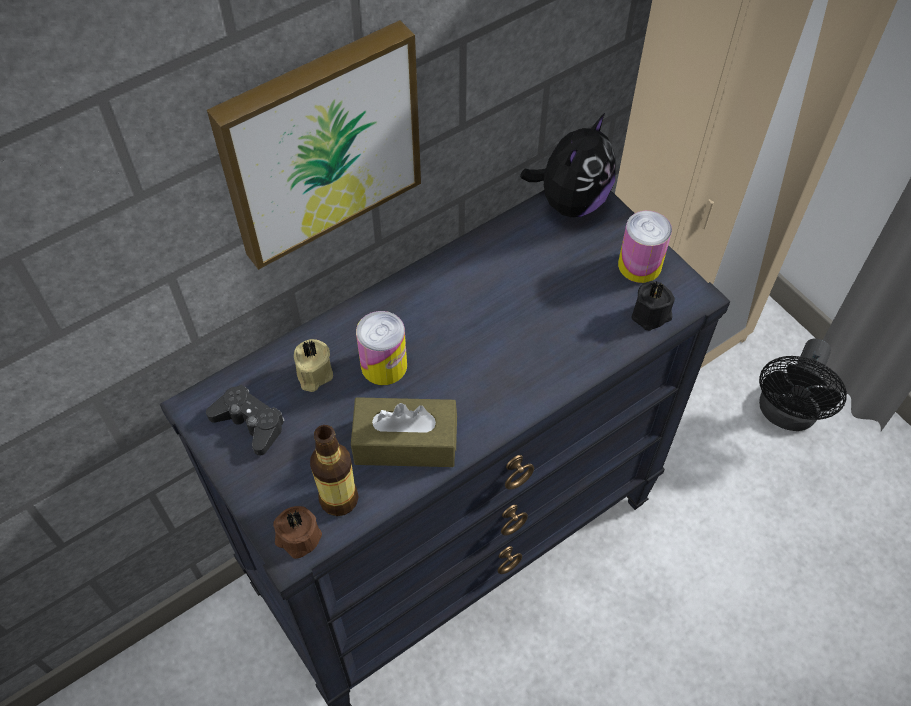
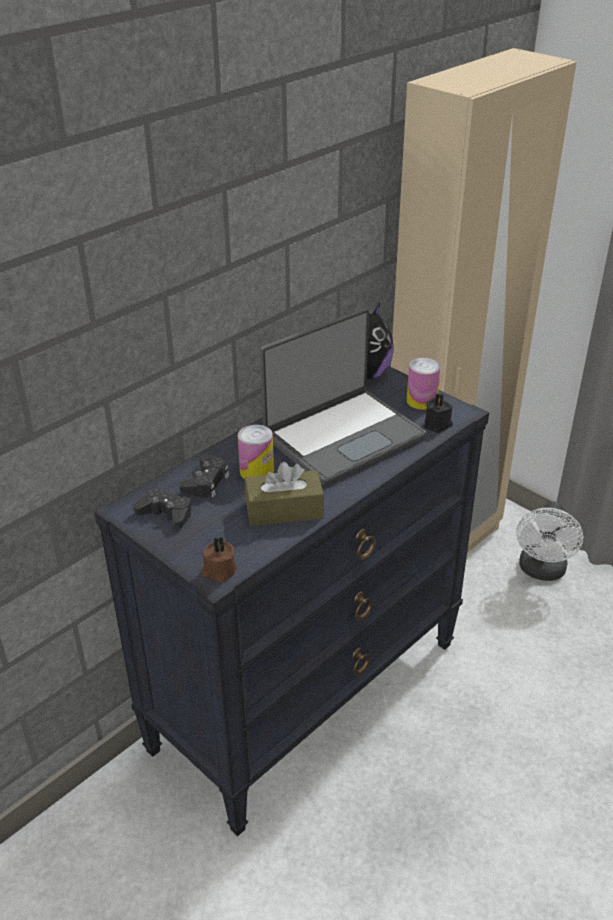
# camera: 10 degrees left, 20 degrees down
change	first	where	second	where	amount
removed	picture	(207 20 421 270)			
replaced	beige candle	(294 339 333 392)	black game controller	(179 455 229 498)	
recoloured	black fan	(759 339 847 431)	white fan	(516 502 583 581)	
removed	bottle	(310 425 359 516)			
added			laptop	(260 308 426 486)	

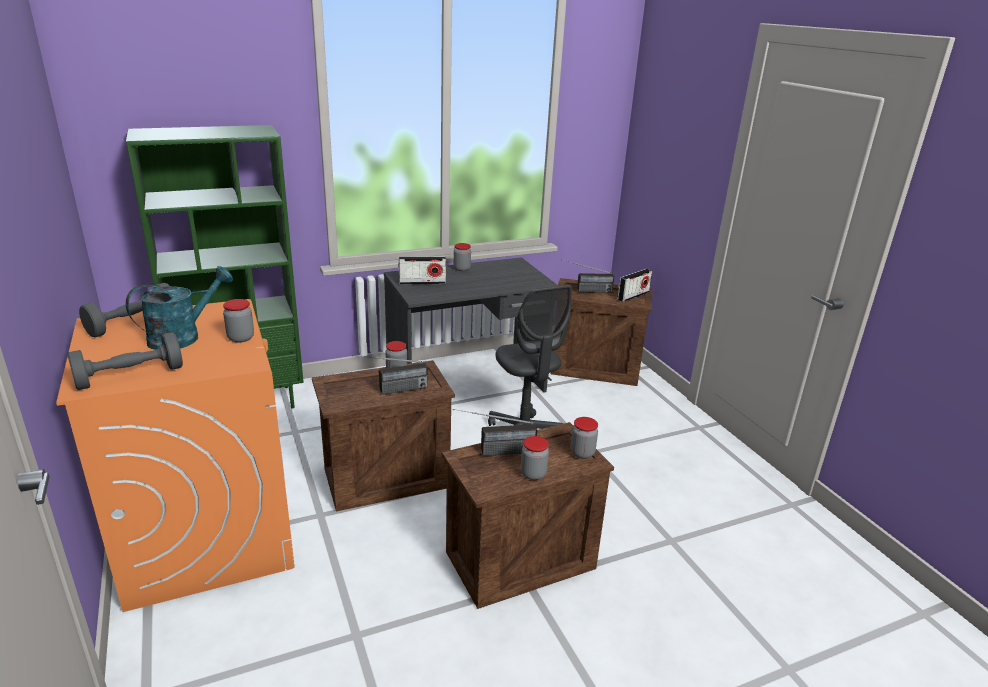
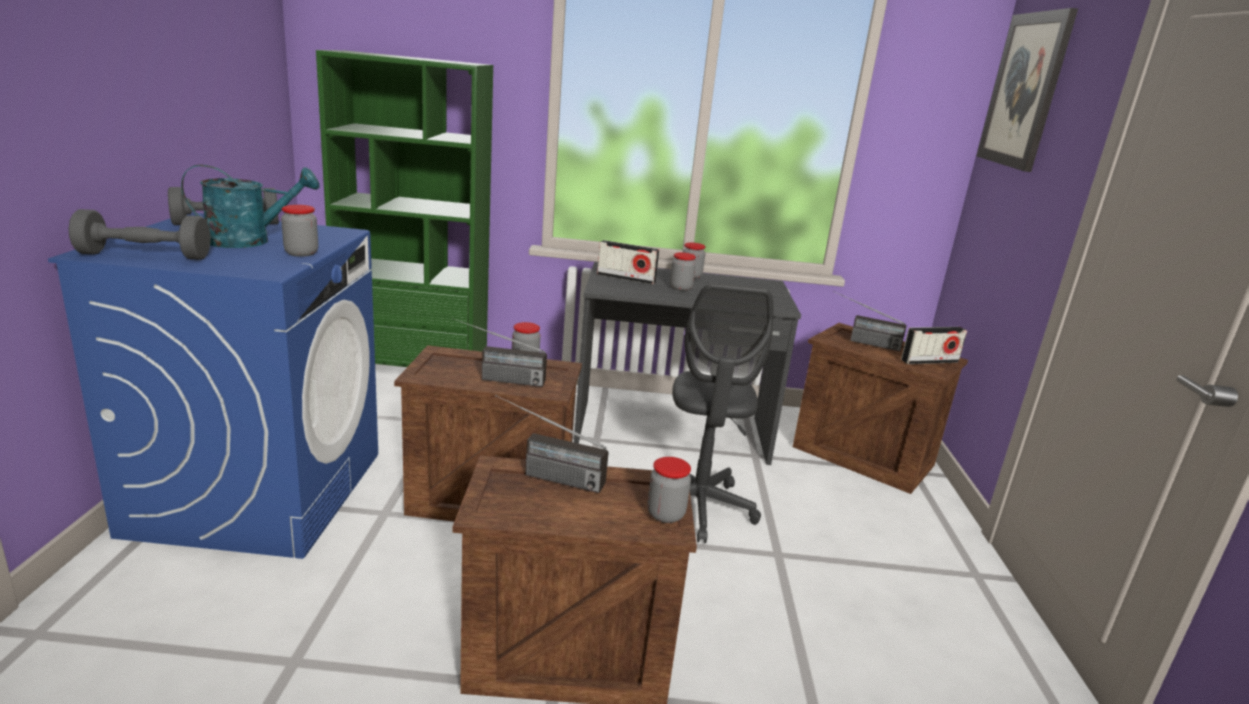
# camera: 25 degrees right, 5 degrees down
change	first	where	second	where	amount
recoloured	orange washing machine	(56 299 295 612)	blue washing machine	(48 212 378 559)	
moved	jar	(521 436 549 480)		(670 252 696 291)	
added			picture	(976 8 1078 172)	

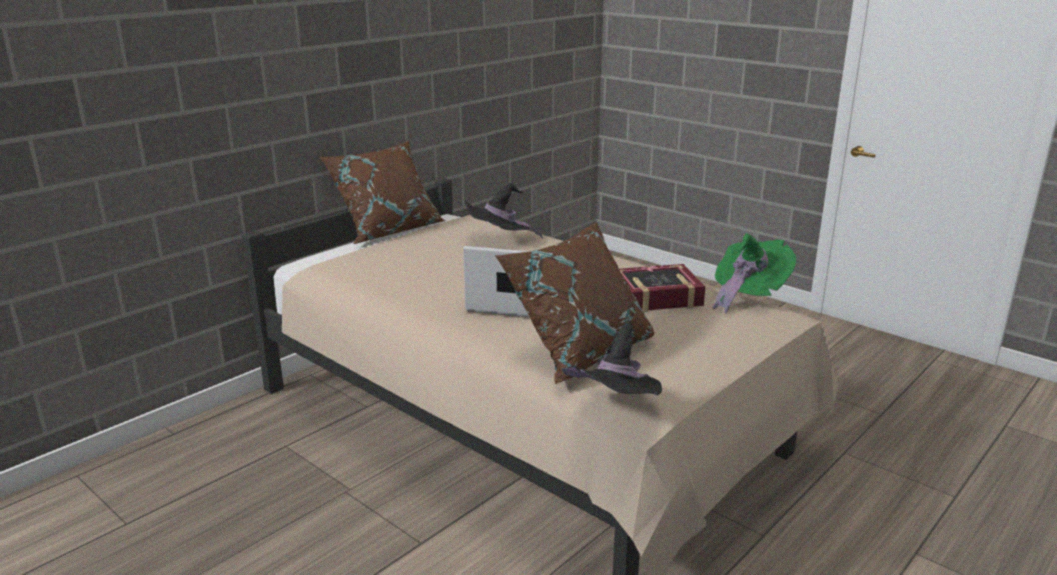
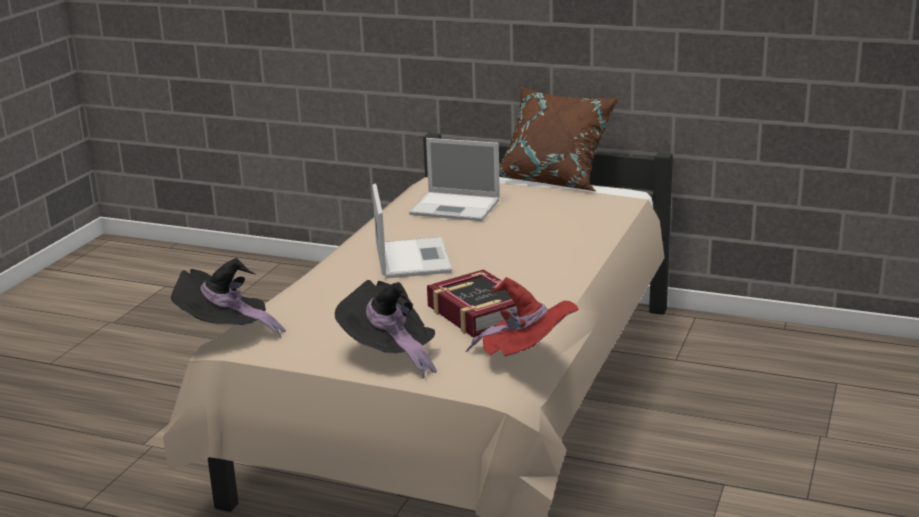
# camera: 70 degrees right, 0 degrees up
change	first	where	second	where	amount
moved	black hat	(463 182 543 239)		(335 280 437 378)	
removed	brown pillow	(495 222 655 384)			
recoloured	green hat	(712 233 796 314)	red hat	(465 277 579 356)	
added			laptop	(409 138 500 221)	

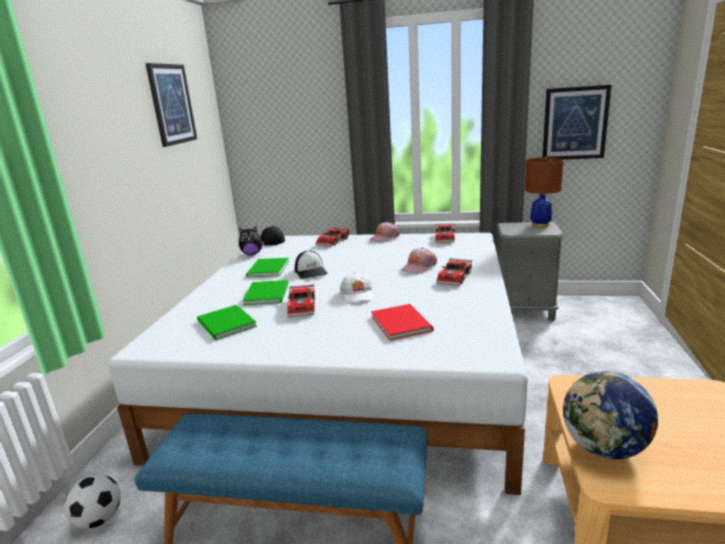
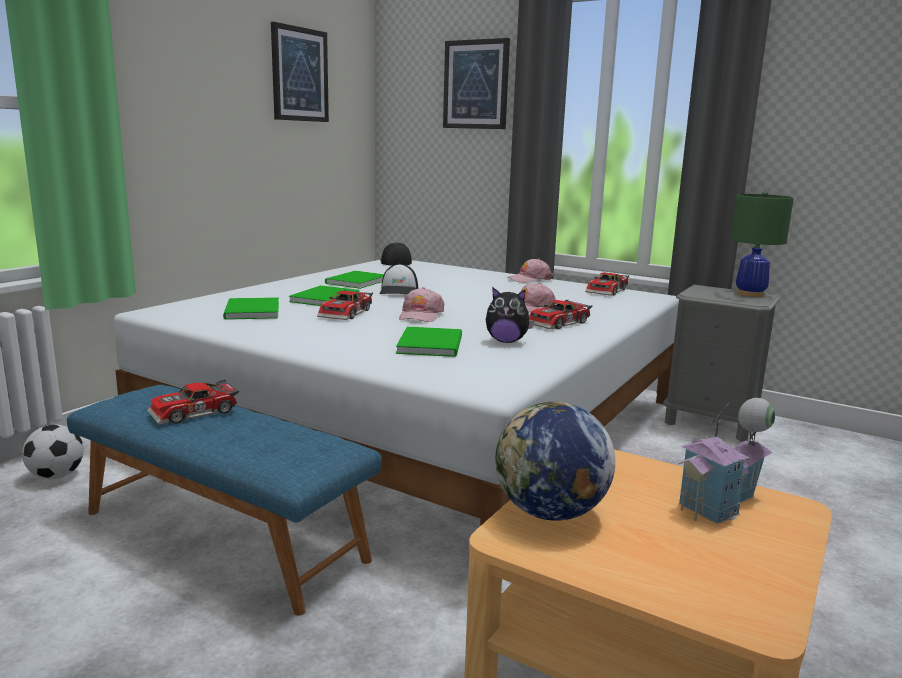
# camera: 20 degrees right, 5 degrees down
change	first	where	second	where	amount
moved	picture	(542 85 611 160)		(443 38 510 129)	
recoloured	brown table lamp	(525 157 564 227)	green table lamp	(731 191 794 297)	
moved	plush toy	(239 226 264 255)		(486 287 534 343)	
moved	toy car	(316 227 350 247)		(147 380 239 425)	
recoloured	white cap	(340 272 374 303)	pink cap	(399 287 444 322)	
recoloured	red book	(371 304 434 341)	green book	(396 327 462 357)	
added			toy house	(678 398 775 524)	

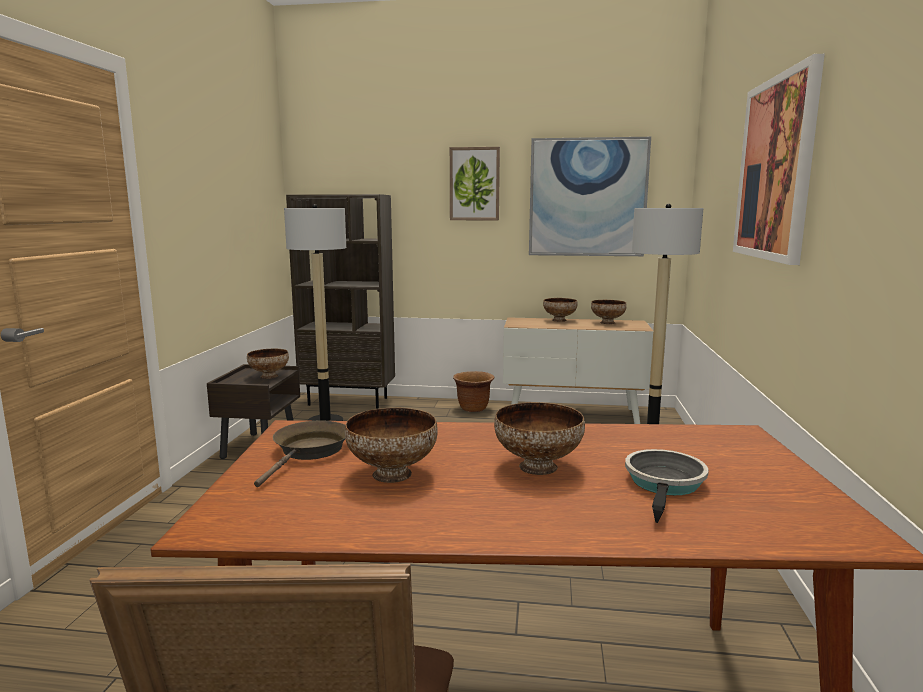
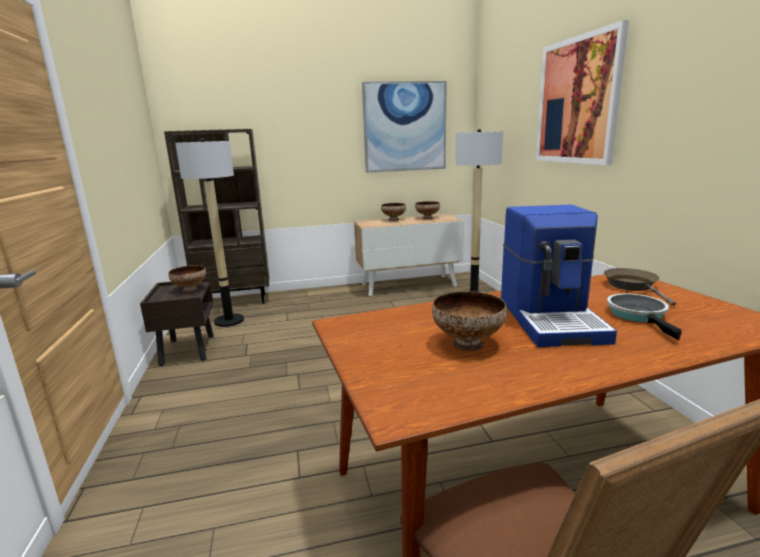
# camera: 20 degrees left, 5 degrees up
change	first	where	second	where	amount
removed	picture	(450 147 500 220)			
removed	brown planter	(453 371 494 412)			
replaced	bowl	(494 402 585 475)	coffee machine	(501 205 617 347)	
moved	brown frying pan	(254 421 345 487)		(604 268 676 306)	

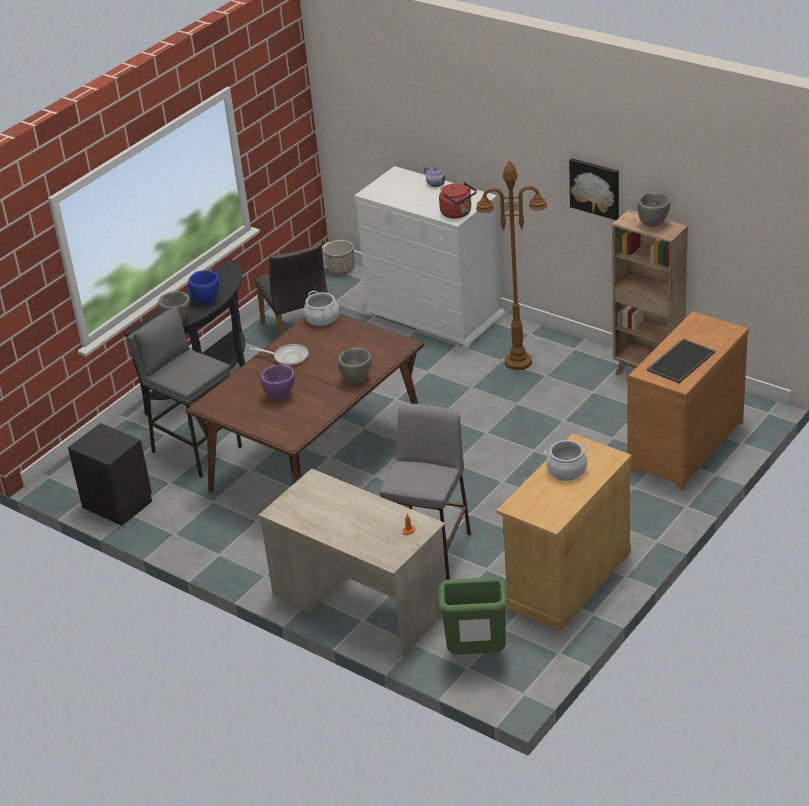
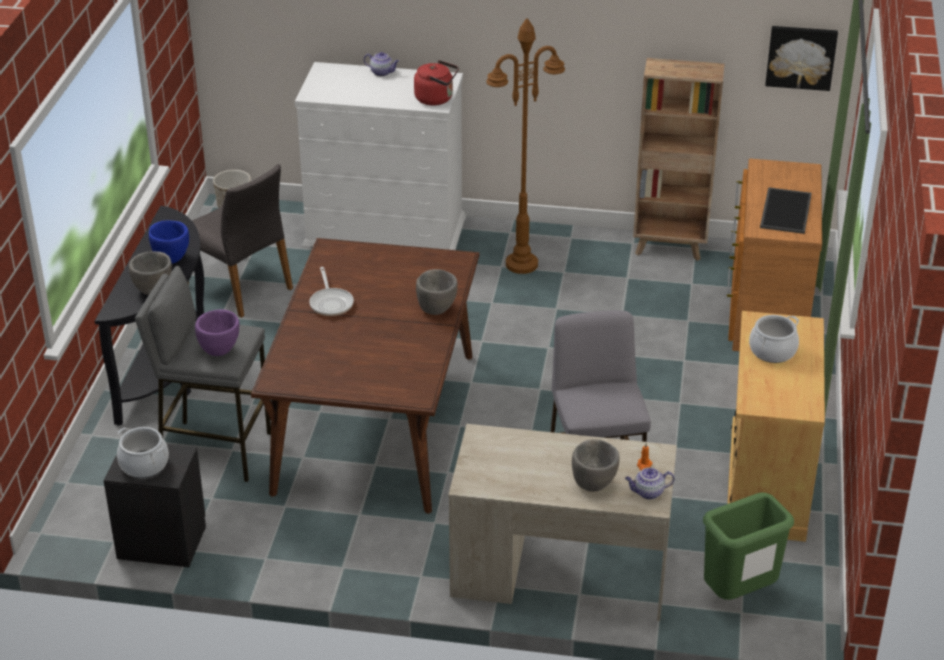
# camera: 30 degrees left, 0 degrees up
change	first	where	second	where	amount
moved	picture	(569 158 619 220)		(765 26 838 91)	
moved	grey bowl	(637 192 670 227)		(572 439 619 492)	
moved	cooking pot	(304 291 339 326)		(117 427 169 478)	
turned	frying pan	(250 344 308 366)		(309 267 354 316)	90 degrees clockwise
moved	purple bowl	(260 365 295 400)		(195 309 239 356)	
added			teapot	(625 467 675 500)	

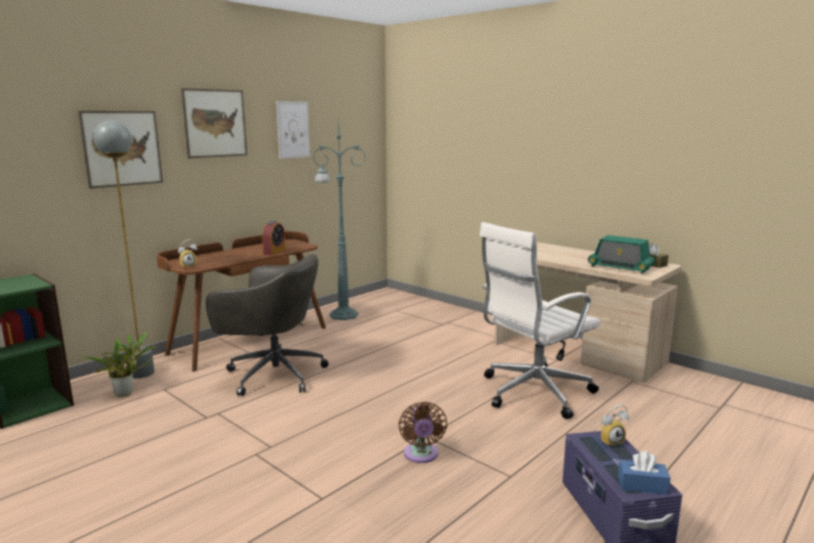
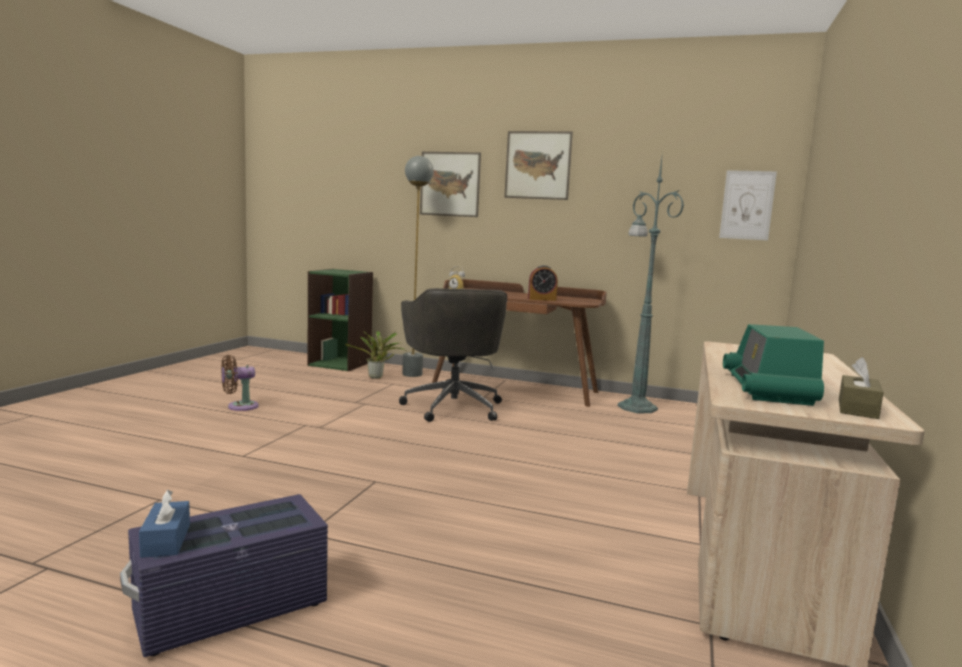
# camera: 65 degrees right, 5 degrees down
change	first	where	second	where	amount
moved	picture	(276 101 310 159)		(719 170 777 240)	
removed	white office chair	(480 222 601 419)			
moved	brown fan	(398 402 447 463)		(221 355 259 411)	
removed	alarm clock	(600 404 629 447)			

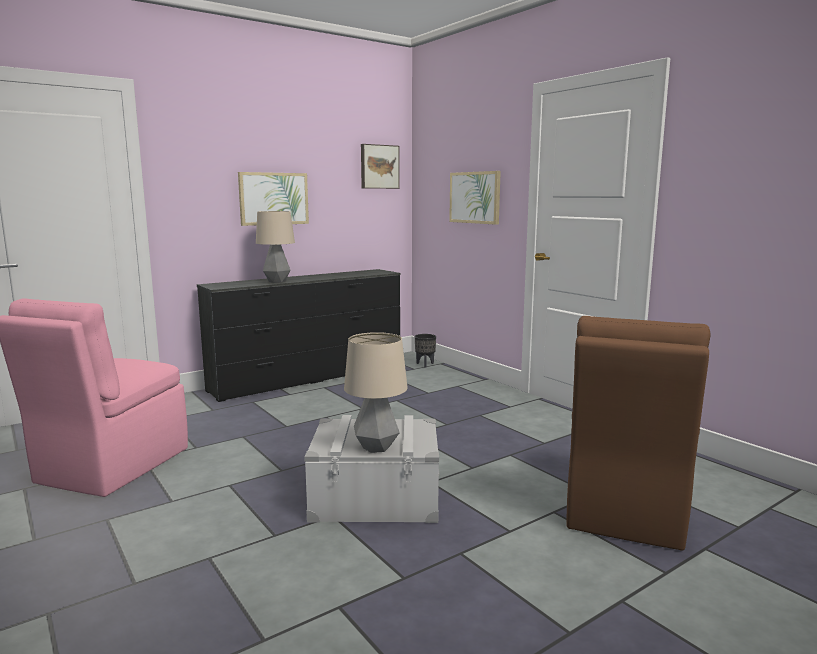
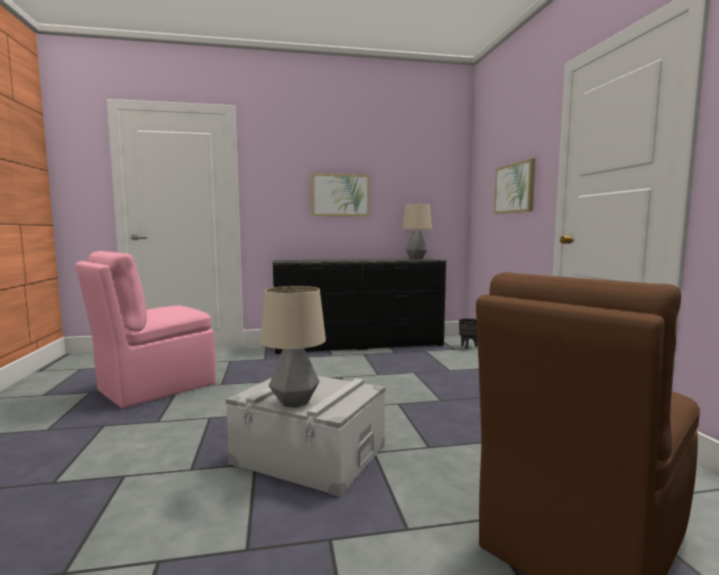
# camera: 25 degrees right, 5 degrees down
change	first	where	second	where	amount
removed	picture	(361 144 400 189)			
moved	table lamp	(256 211 295 283)		(402 204 432 259)	

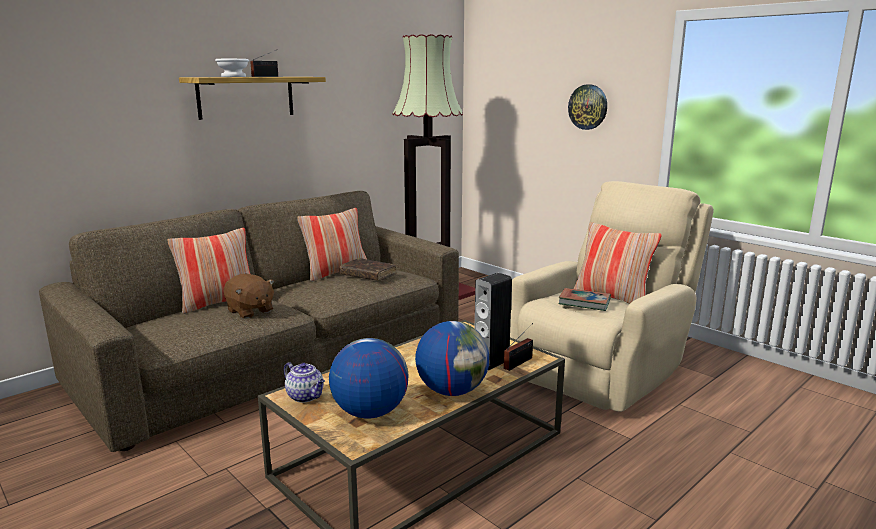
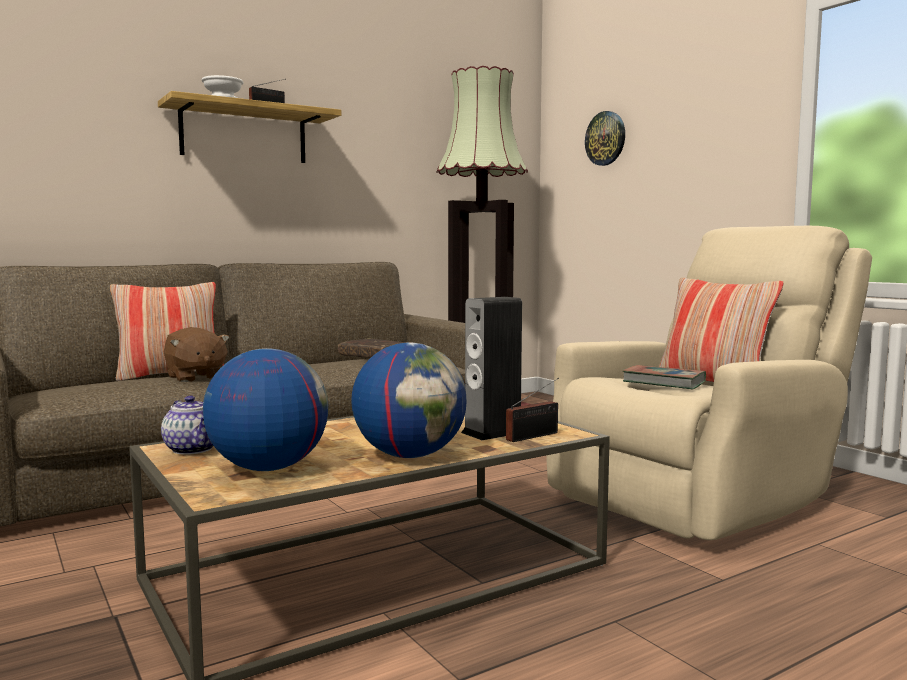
# camera: 10 degrees right, 10 degrees down
change	first	where	second	where	amount
moved	wall clock	(568 84 607 130)		(585 111 625 166)	
removed	pillow	(297 208 367 281)			

